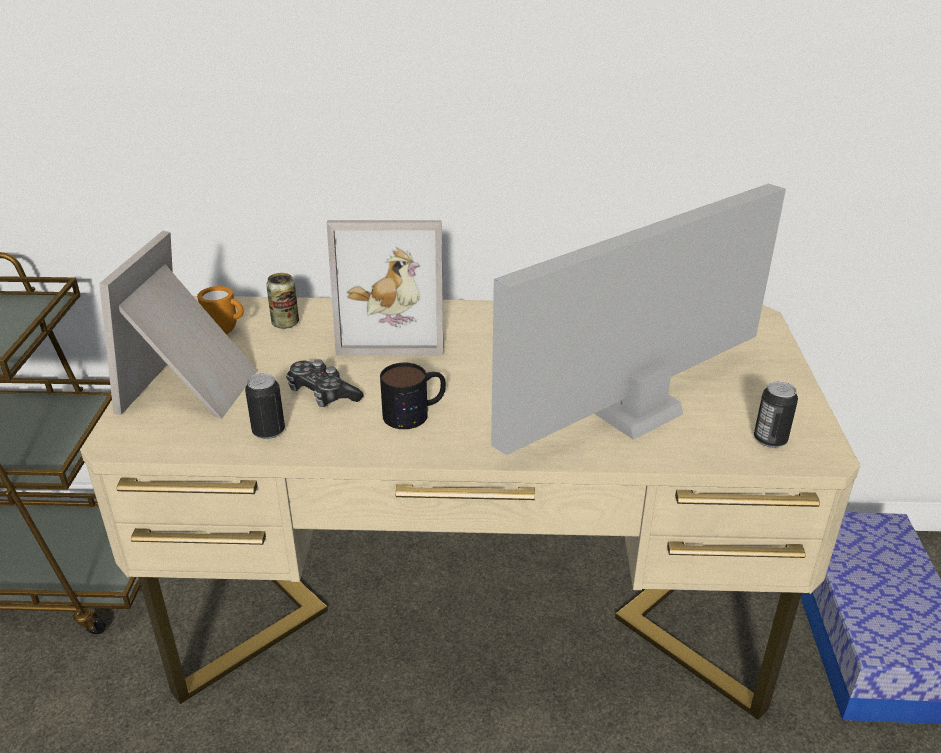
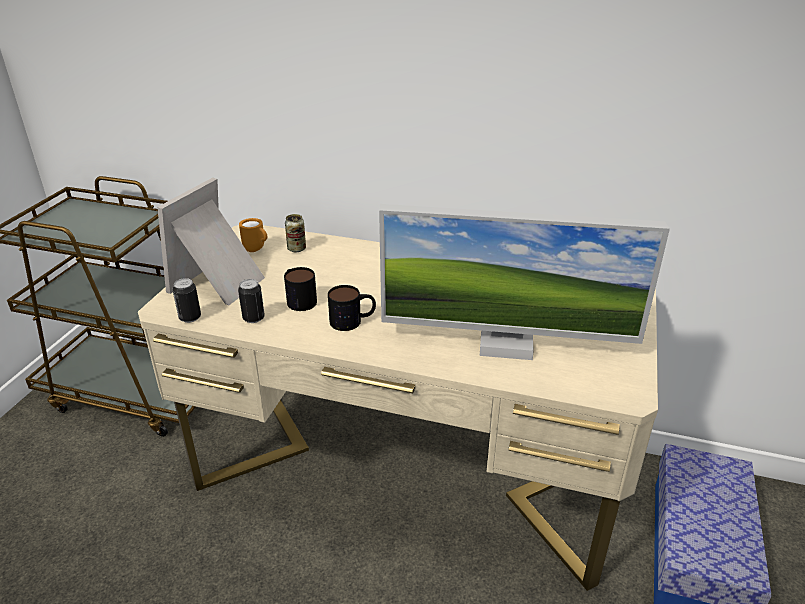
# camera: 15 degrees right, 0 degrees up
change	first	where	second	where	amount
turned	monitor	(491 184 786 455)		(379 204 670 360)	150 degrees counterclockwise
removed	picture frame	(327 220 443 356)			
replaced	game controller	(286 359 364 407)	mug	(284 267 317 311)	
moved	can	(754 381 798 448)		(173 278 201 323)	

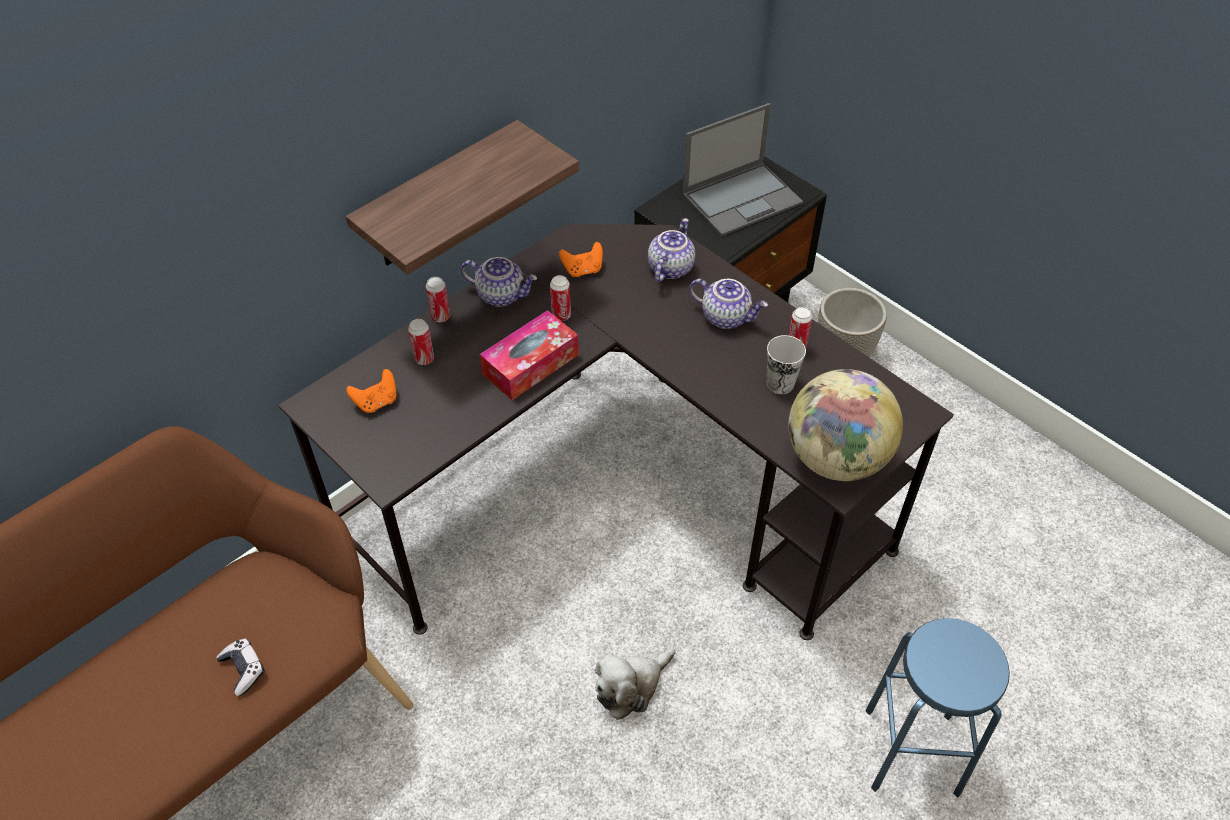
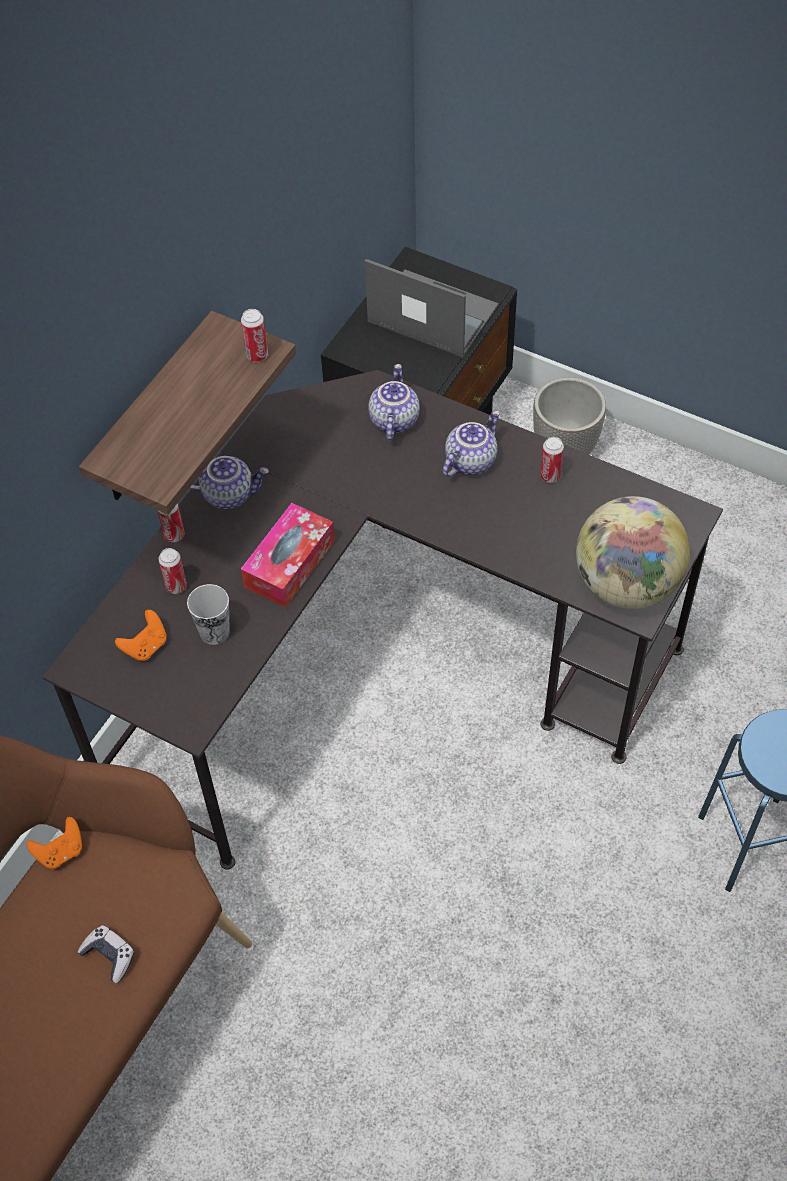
# camera: 15 degrees left, 5 degrees up
change	first	where	second	where	amount
turned	laptop	(682 103 803 236)		(365 259 499 358)	105 degrees counterclockwise
moved	orange game controller	(559 242 603 277)		(27 817 82 869)	
moved	can	(550 275 571 321)		(241 309 268 362)	
turned	teapot	(689 279 768 329)		(443 410 500 477)	60 degrees counterclockwise
moved	cup	(767 335 806 394)		(187 584 230 645)	
removed	plush toy	(595 649 675 720)			

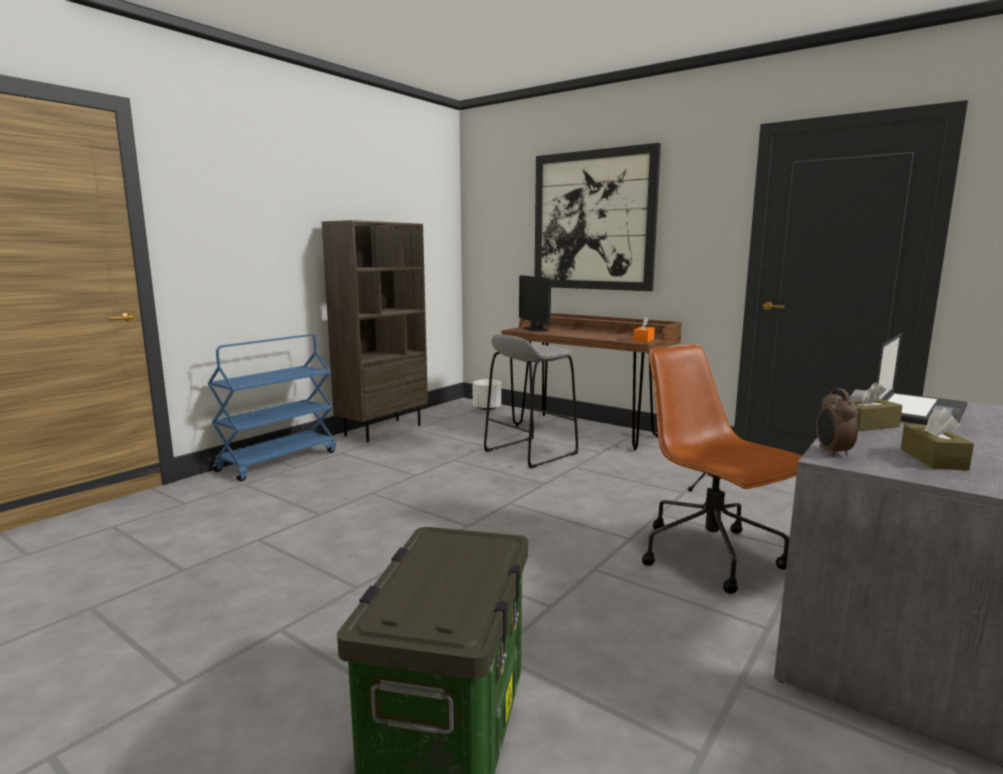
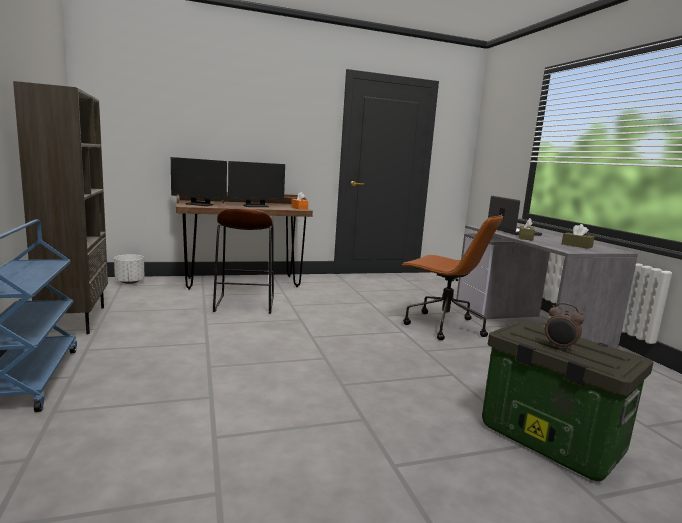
# camera: 55 degrees left, 0 degrees up
change	first	where	second	where	amount
removed	picture	(535 143 661 291)			
recoloured	grey stool	(484 334 579 468)	brown stool	(213 208 274 314)	
turned	brown office chair	(642 344 802 594)		(401 215 503 340)	150 degrees counterclockwise
moved	alarm clock	(816 388 858 457)		(545 303 584 351)	
added			monitor	(228 161 285 207)	

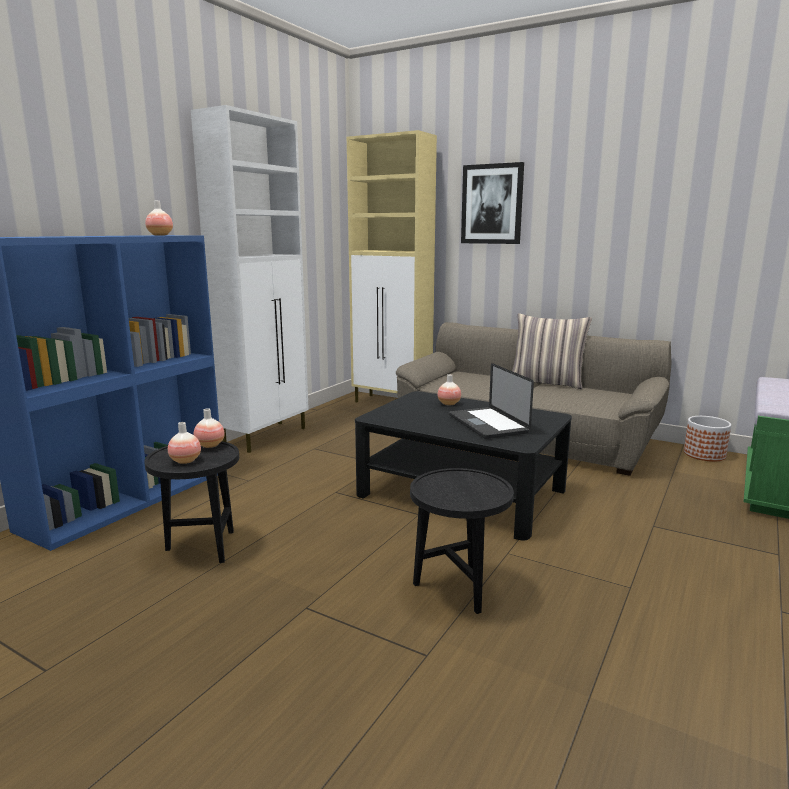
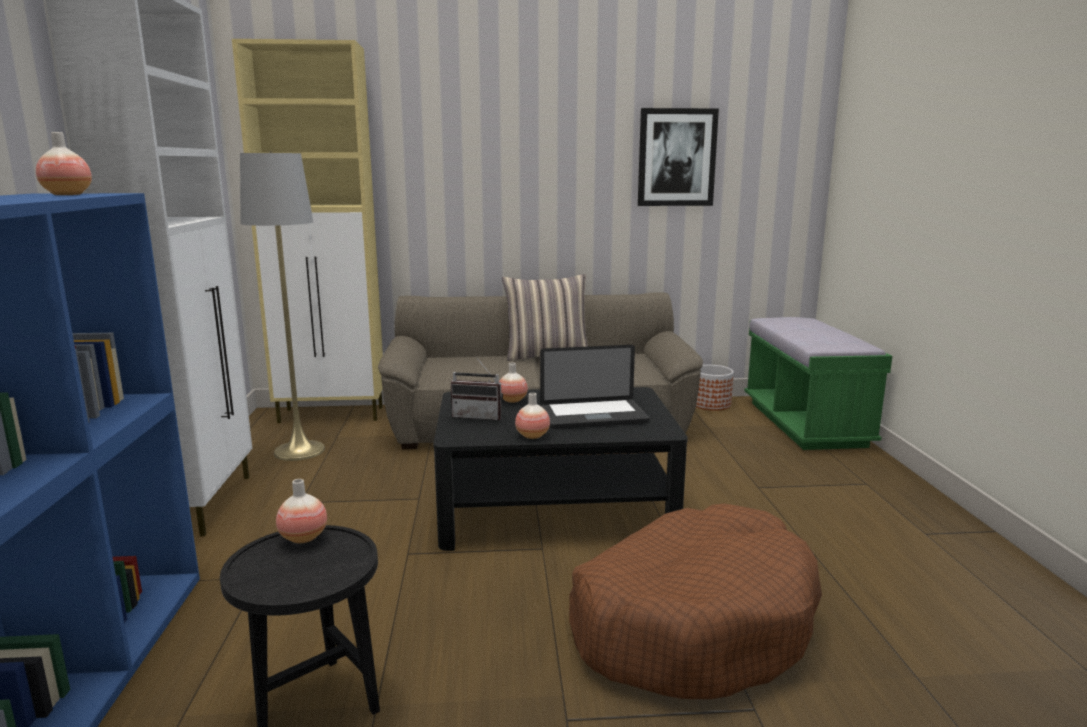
# camera: 35 degrees left, 0 degrees up
change	first	where	second	where	amount
moved	picture	(461 162 524 244)		(638 108 719 206)	
turned	laptop	(449 363 534 439)		(540 345 650 429)	45 degrees counterclockwise
moved	vase	(168 422 201 464)		(515 393 550 439)	
replaced	black side table	(410 468 514 614)	brown dog bed	(569 504 822 699)	
added			grey floor lamp	(240 151 325 461)	
added			radio	(451 356 503 421)	

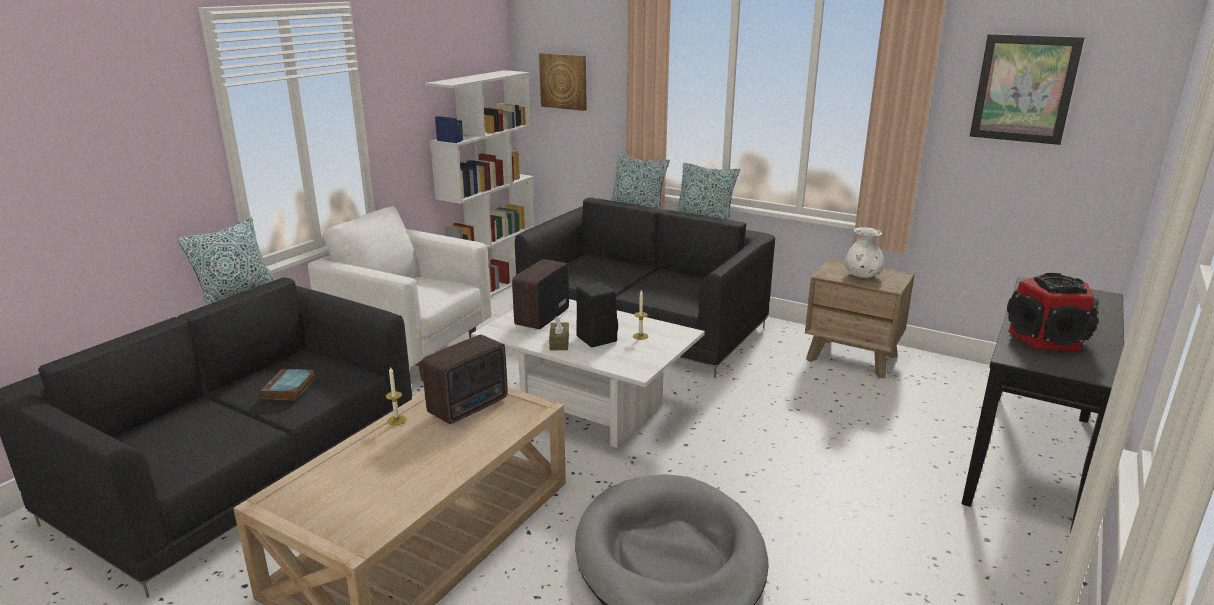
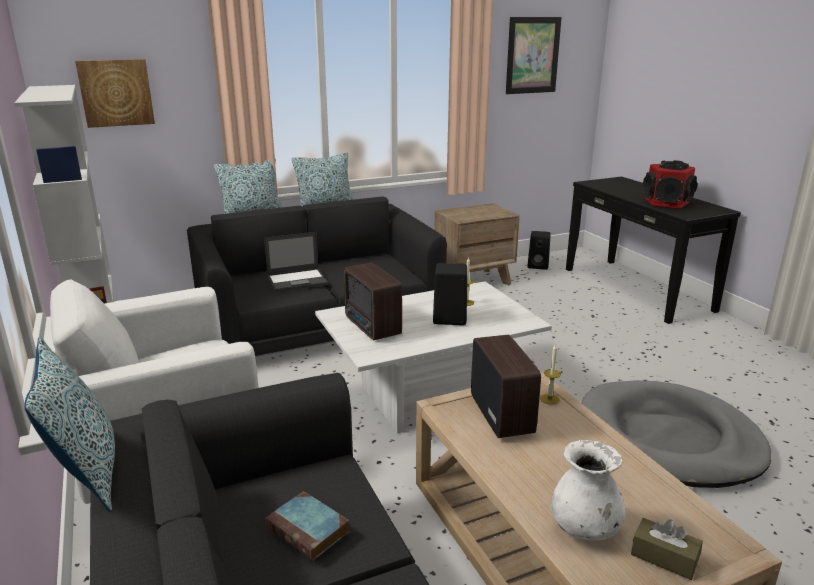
# camera: 55 degrees left, 0 degrees up
change	first	where	second	where	amount
moved	white vase	(844 227 884 278)		(551 440 625 540)	
moved	brown tissue box	(549 316 569 350)		(631 518 703 580)	
moved	candle	(386 366 407 425)		(540 343 561 405)	
added			black speaker	(527 231 551 270)	
added			laptop	(264 232 328 292)	

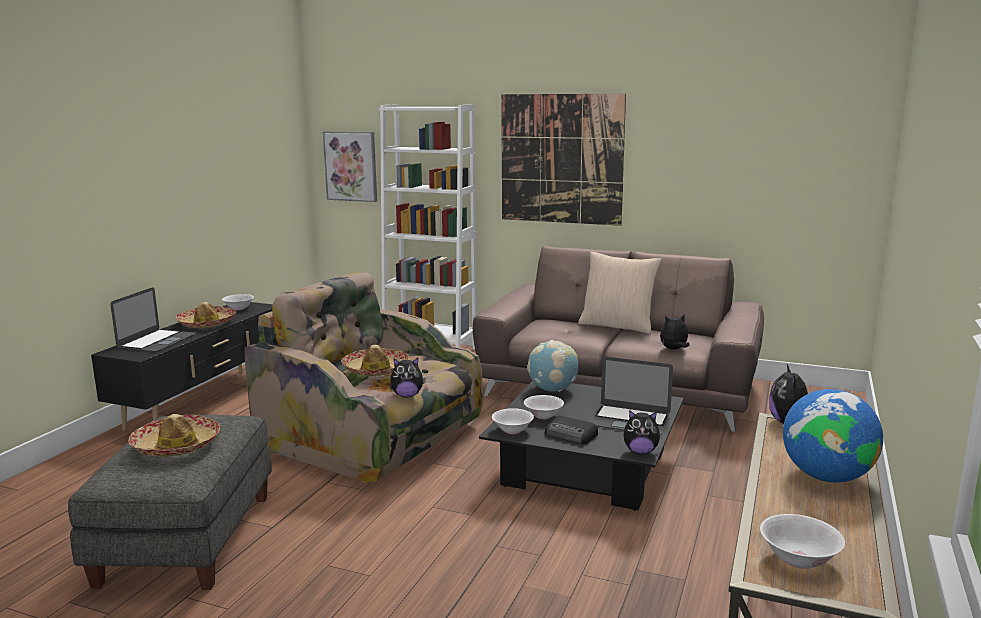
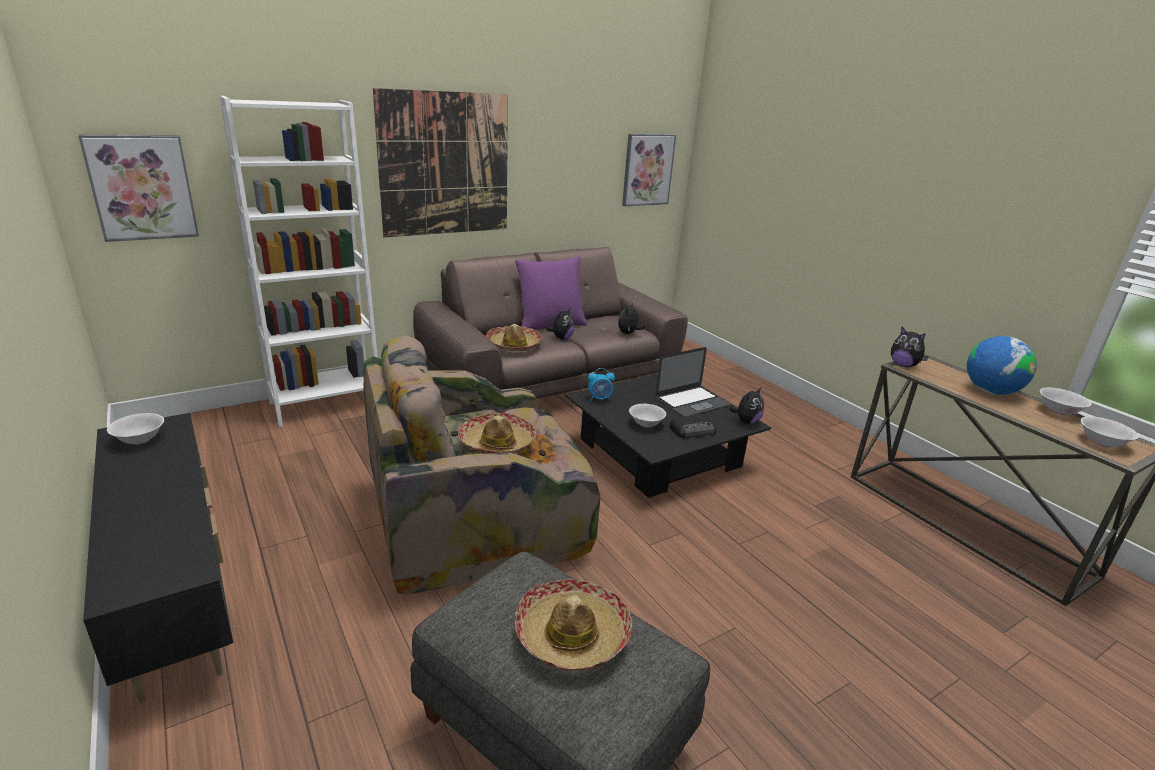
# camera: 55 degrees left, 10 degrees up
change	first	where	second	where	amount
recoloured	beige pillow	(578 252 662 334)	purple pillow	(515 256 587 330)	
removed	laptop	(110 287 196 352)			
moved	hat	(176 302 236 328)		(486 324 542 351)	
replaced	globe	(527 340 578 392)	alarm clock	(588 368 615 401)	
moved	plush toy	(390 358 426 397)		(546 308 575 340)	
moved	white bowl	(492 408 534 434)		(1040 388 1092 415)	
added			picture	(622 134 676 206)	

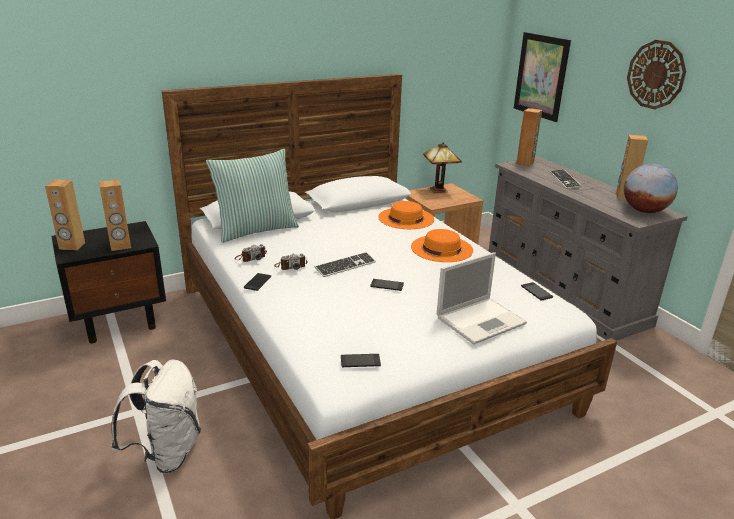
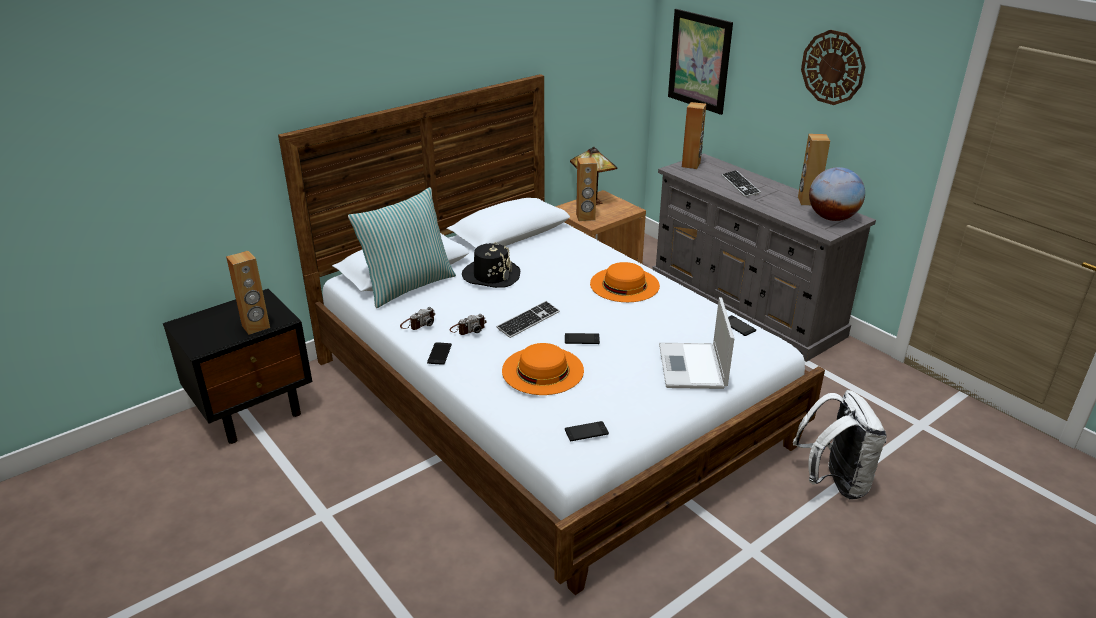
# camera: 10 degrees left, 5 degrees up
change	first	where	second	where	amount
moved	brown speaker	(45 180 85 250)		(576 157 597 221)	
moved	orange hat	(378 201 434 229)		(502 343 584 395)	
turned	laptop	(437 252 527 345)		(659 297 734 389)	135 degrees clockwise
moved	white backpack	(111 360 201 473)		(793 390 887 500)	
added			black hat	(462 242 520 288)	

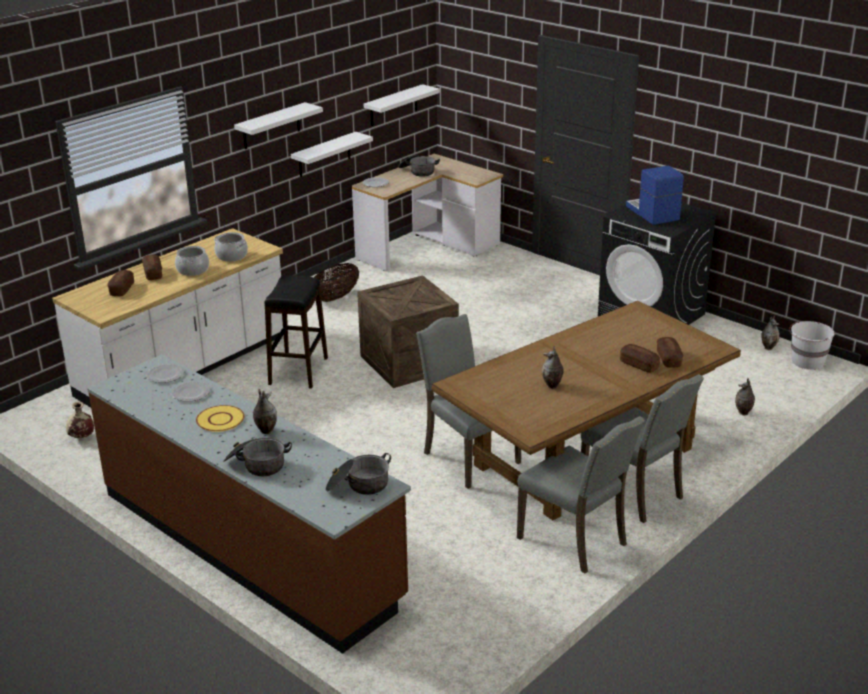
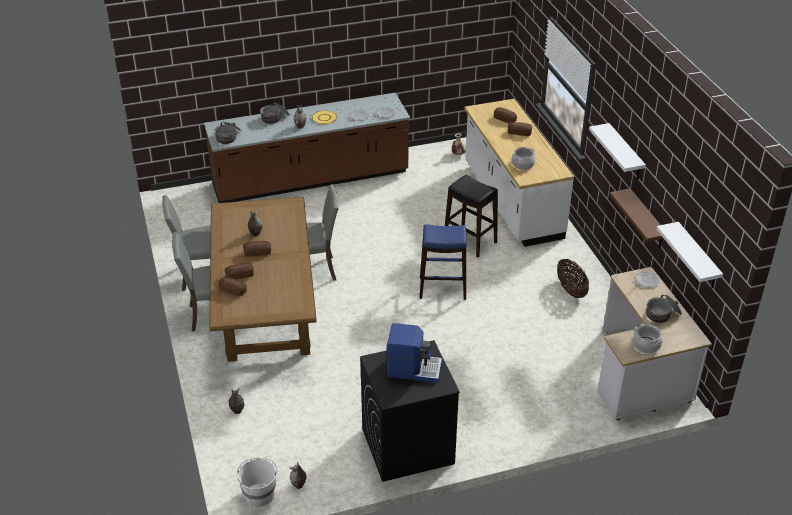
# camera: 120 degrees right, 10 degrees up
change	first	where	second	where	amount
recoloured	white shelf	(291 132 373 177)	brown shelf	(610 188 664 248)	
moved	cooking pot	(175 246 209 276)		(633 324 663 354)	
replaced	crate	(357 275 459 388)	blue stool	(420 224 466 300)	
added			bread	(243 241 271 257)	

